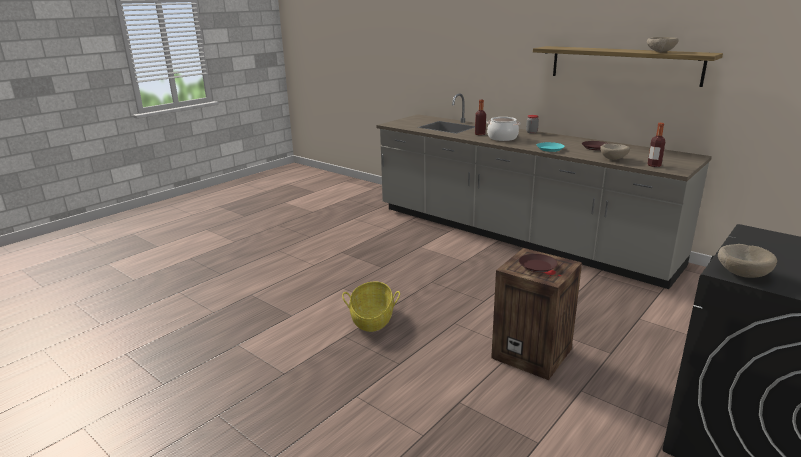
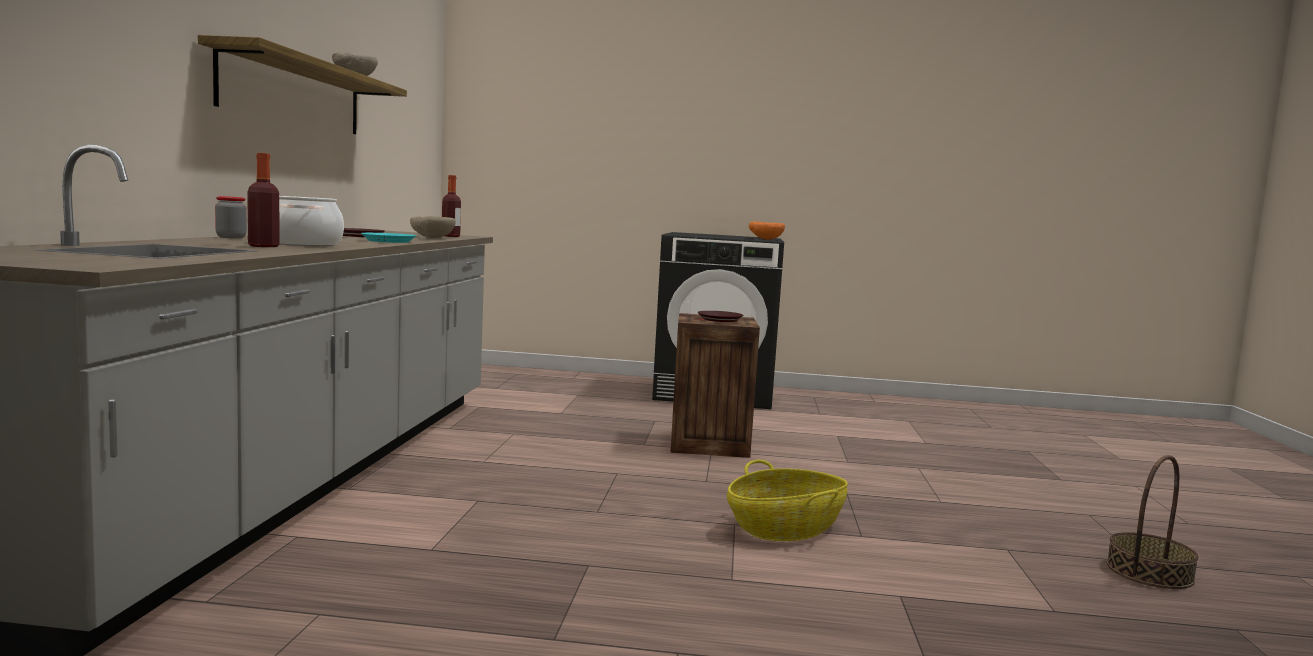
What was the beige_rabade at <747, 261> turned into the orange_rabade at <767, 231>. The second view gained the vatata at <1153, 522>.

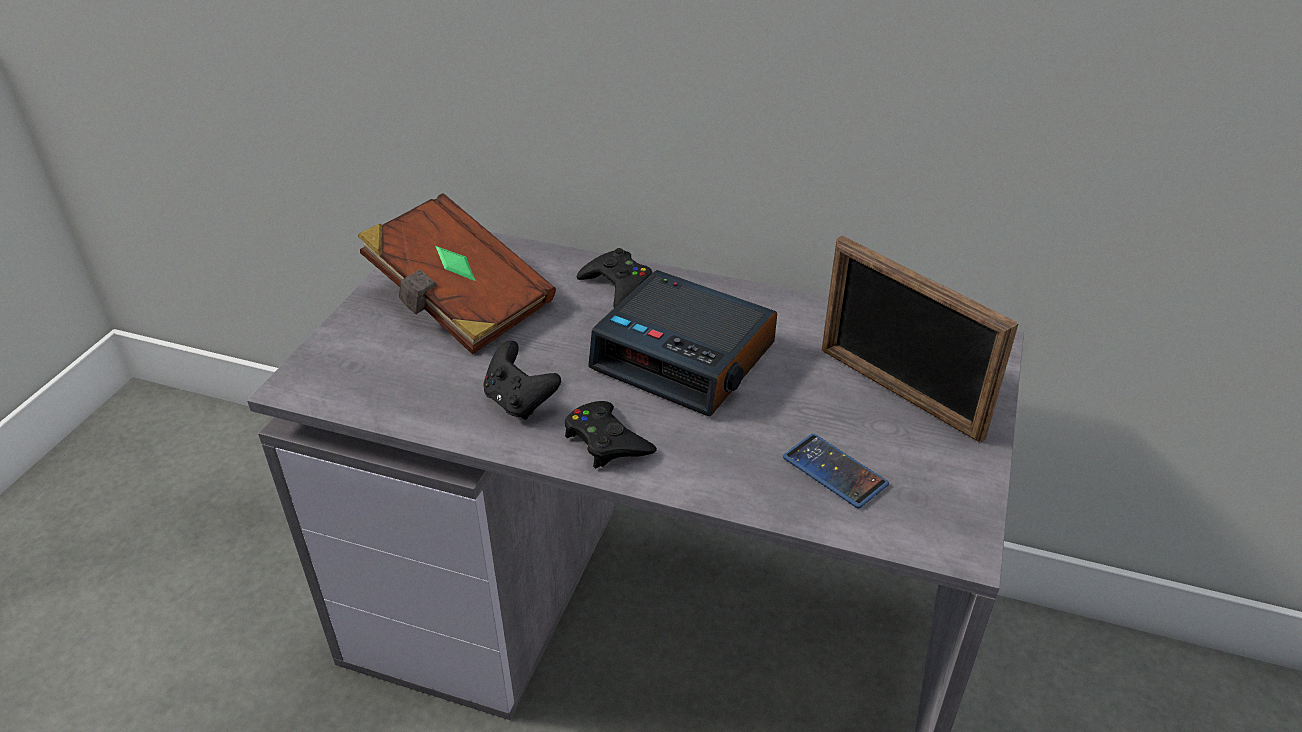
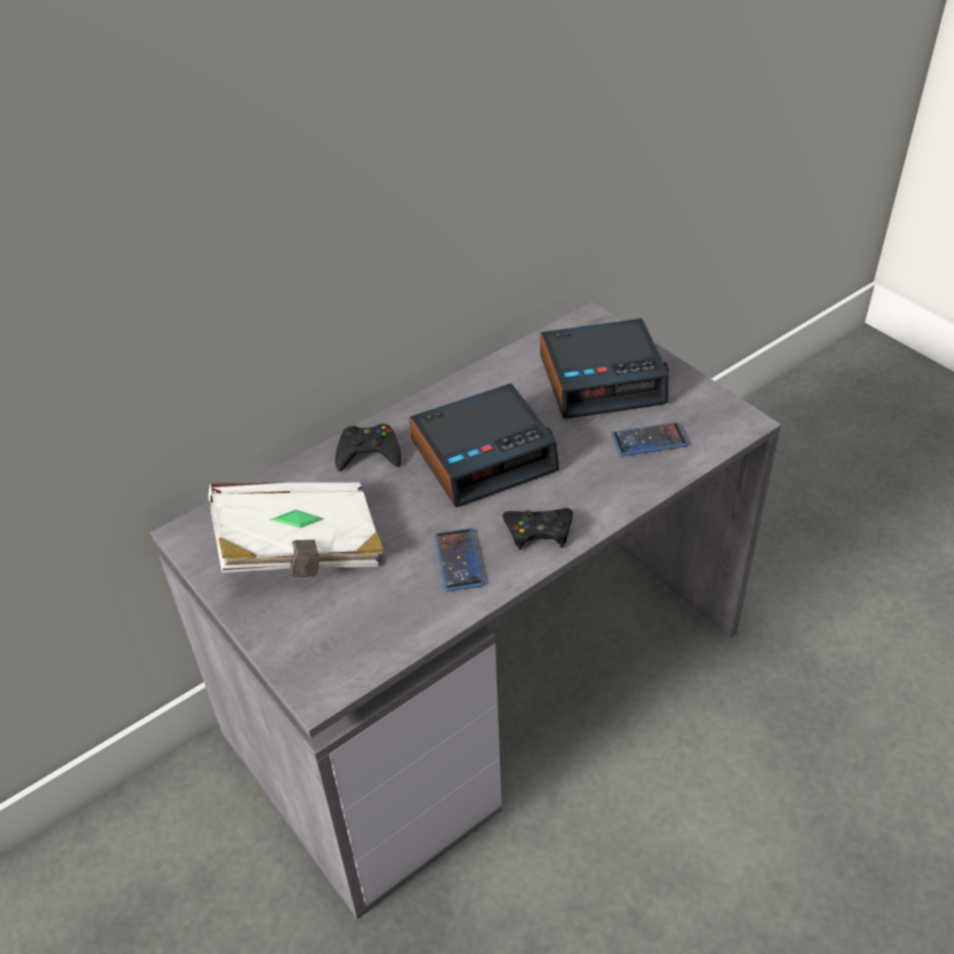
What was the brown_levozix at <457, 273> turned into the white_levozix at <297, 529>. Where the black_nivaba stood at <522, 380>, the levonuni came to stand at <459, 560>. Where the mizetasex stood at <920, 339>, the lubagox came to stand at <604, 368>.

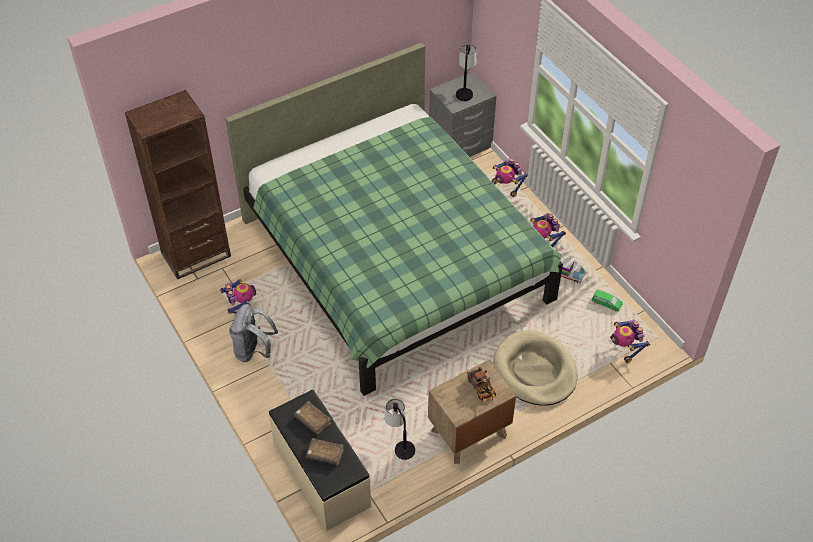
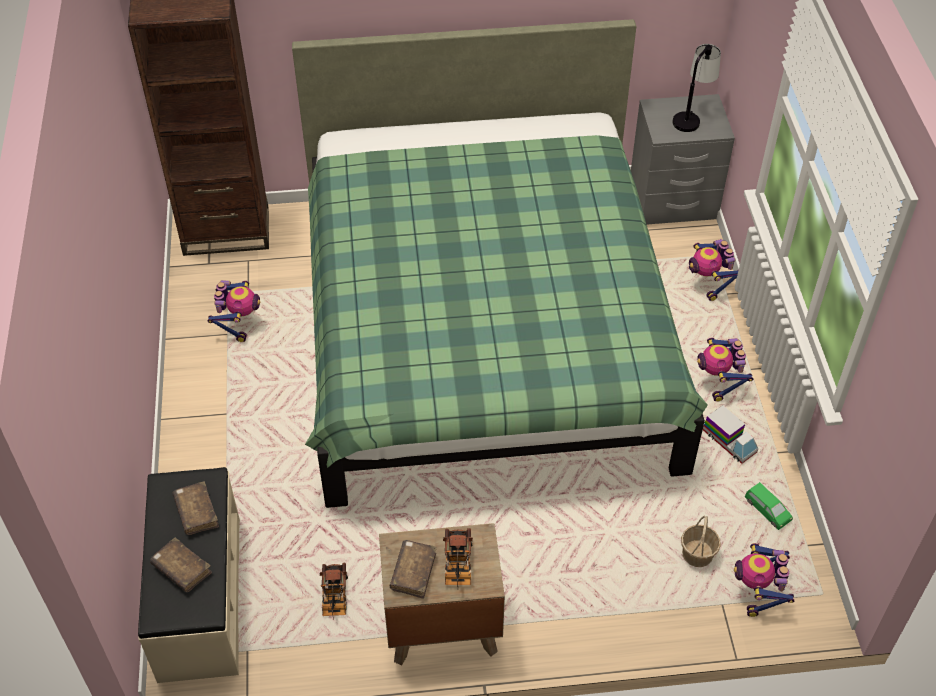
The second view lost the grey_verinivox at <253, 333>. Where the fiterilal stood at <400, 429>, the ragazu came to stand at <334, 591>. The second view lost the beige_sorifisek at <535, 368>. The second view gained the brown_levozix at <413, 569>. The second view gained the vatata at <701, 541>.

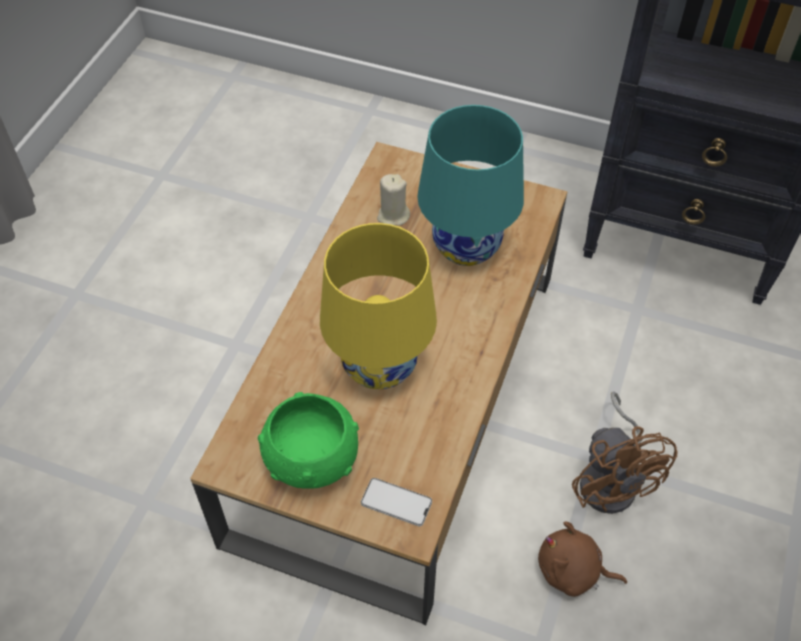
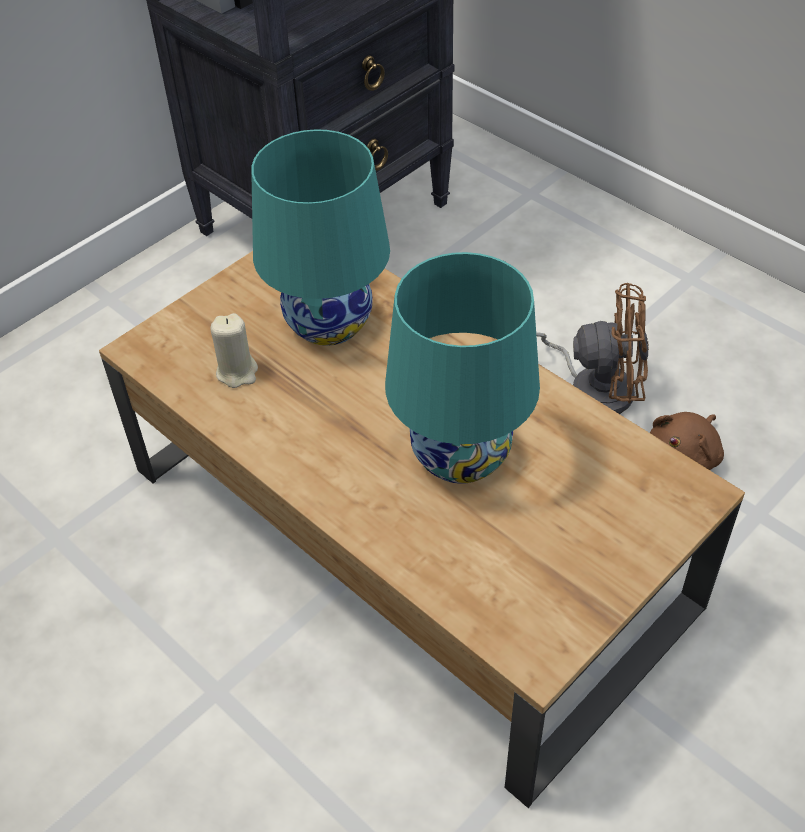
The second view lost the green_rabade at <308, 440>. What was the yellow_fiterilal at <378, 306> turned into the turquoise_fiterilal at <462, 368>. The second view lost the levonuni at <396, 502>.

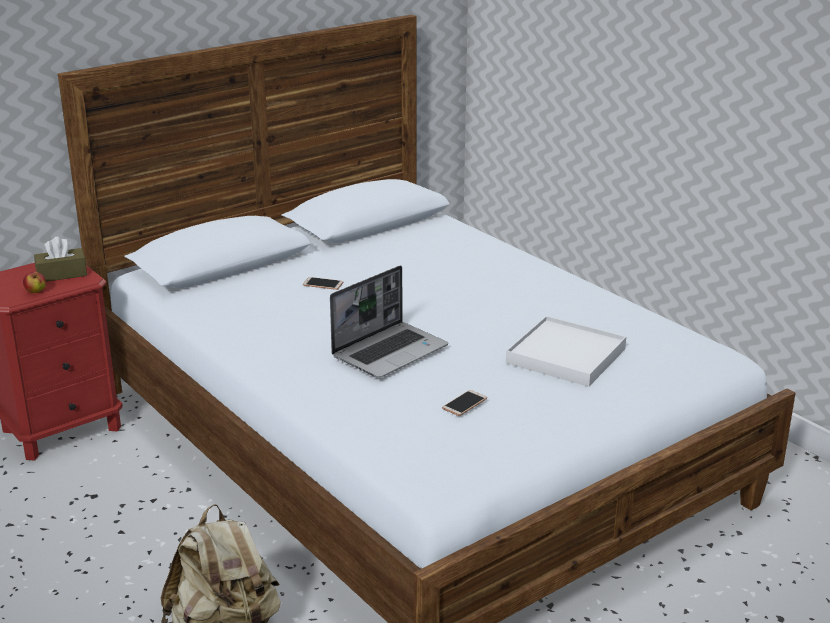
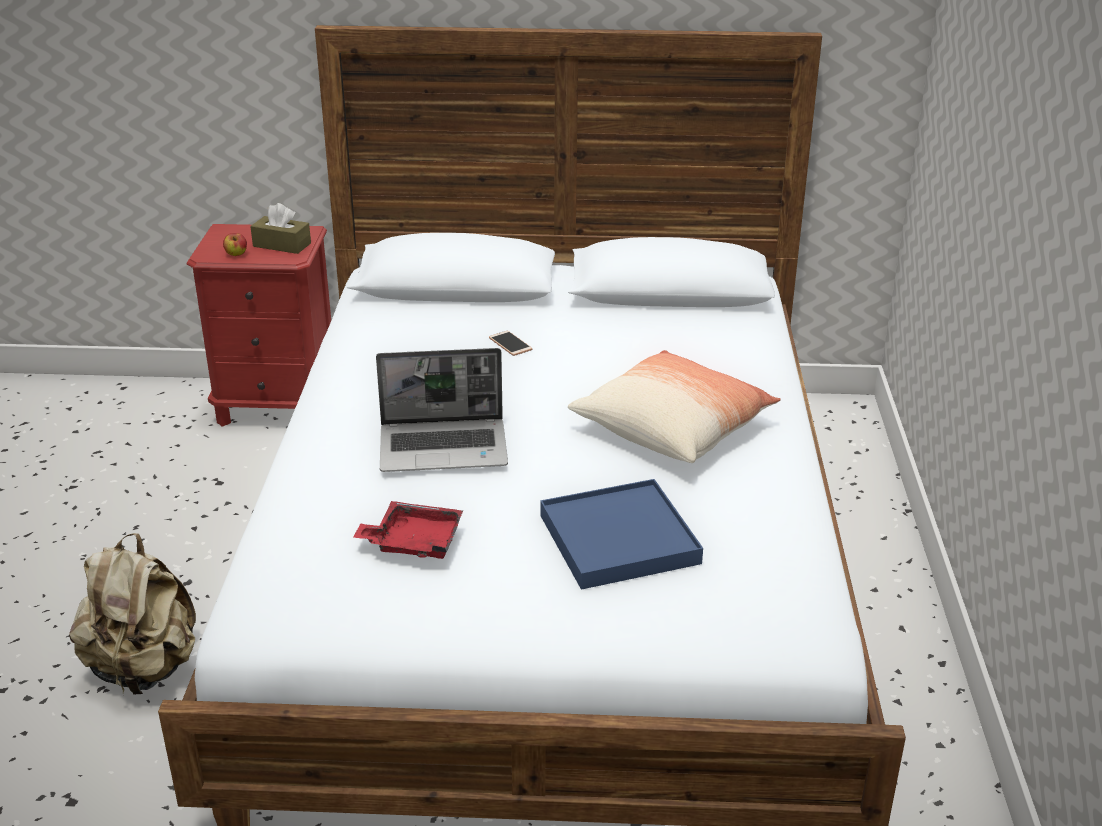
Where the levonuni stood at <464, 403>, the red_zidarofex came to stand at <408, 530>. What was the white_zidarofex at <566, 351> turned into the blue_zidarofex at <621, 534>. The second view gained the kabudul at <674, 406>.

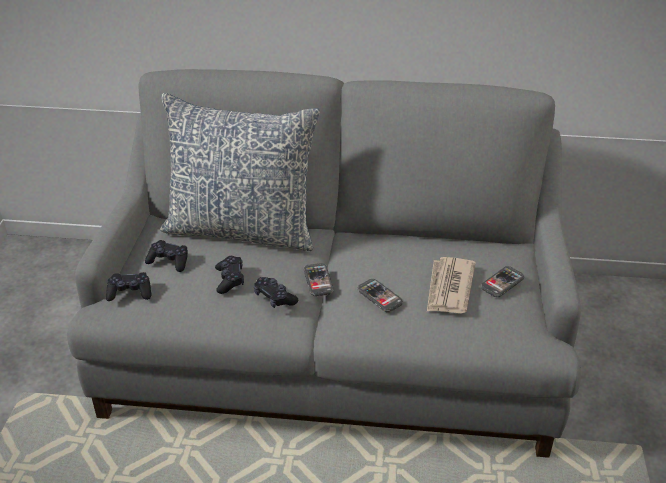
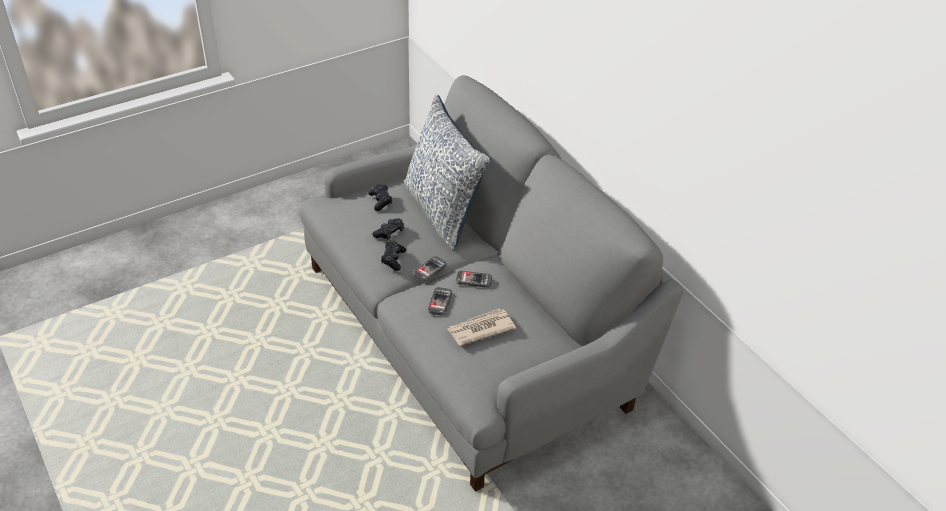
The second view lost the black_nivaba at <128, 286>. The levonuni ended up elsewhere, having gone from <502, 281> to <474, 279>.

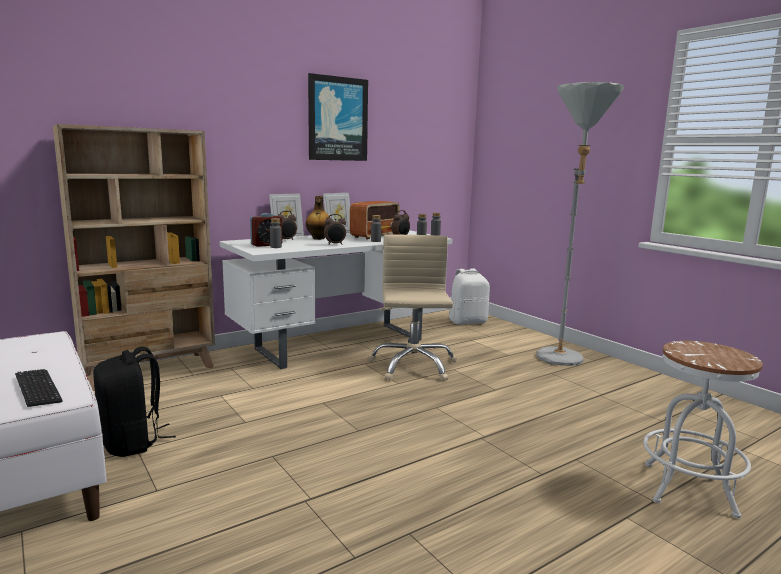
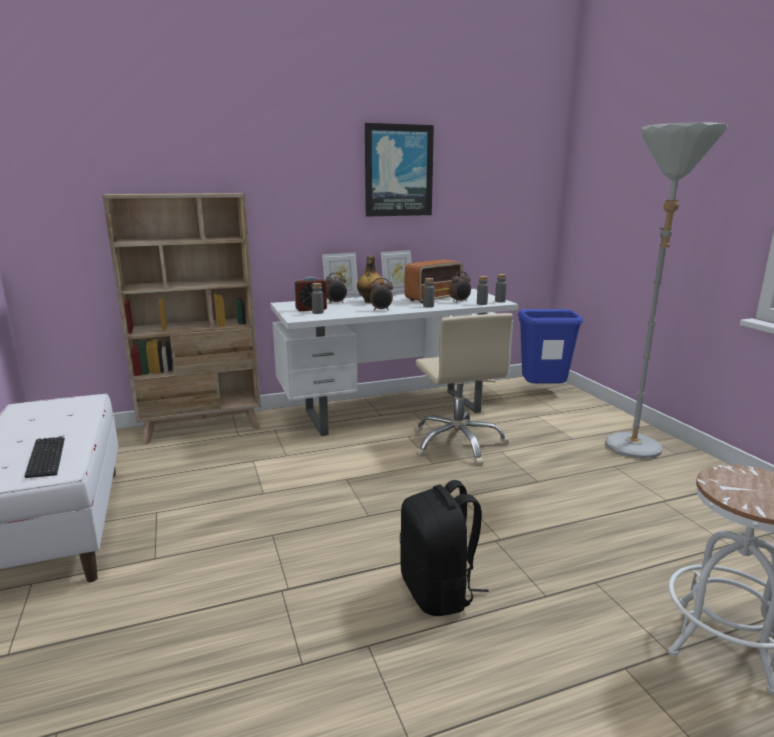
The black_verinivox ended up elsewhere, having gone from <134, 402> to <444, 548>. The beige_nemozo at <412, 308> ended up facing another way, 150 degrees clockwise from before. Where the white_verinivox stood at <469, 296>, the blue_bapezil came to stand at <550, 346>.

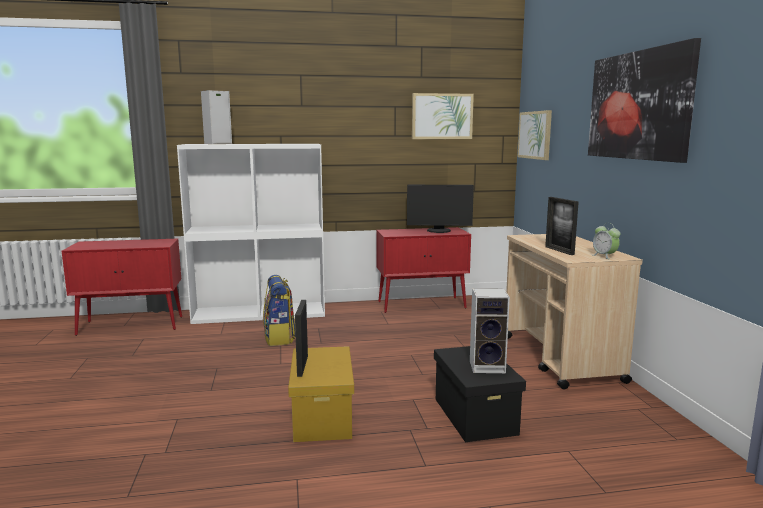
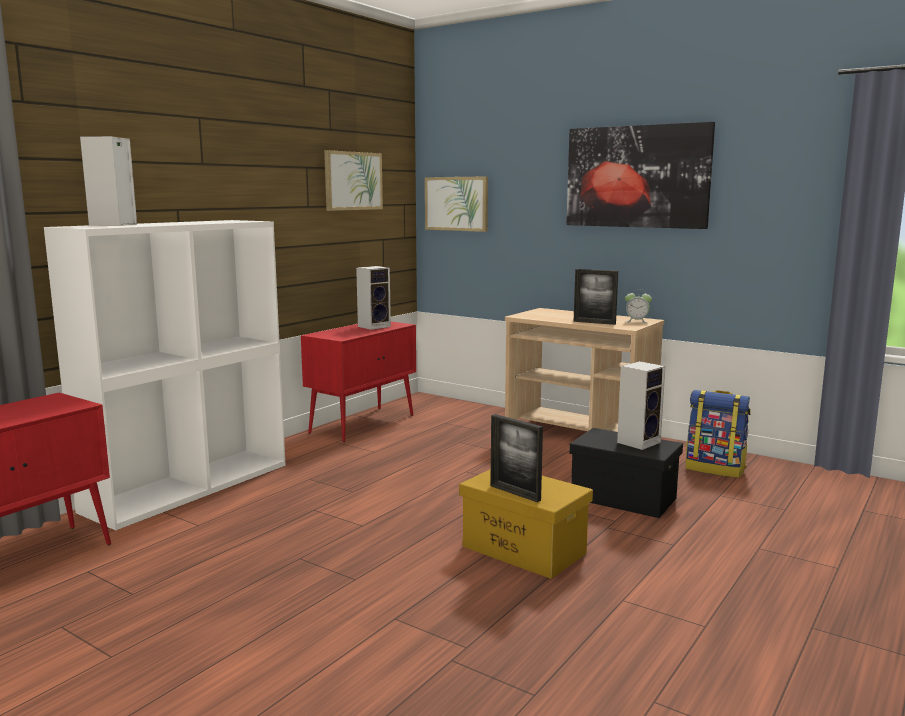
The verinivox ended up elsewhere, having gone from <279, 310> to <718, 434>. Where the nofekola stood at <440, 209>, the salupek came to stand at <373, 298>.

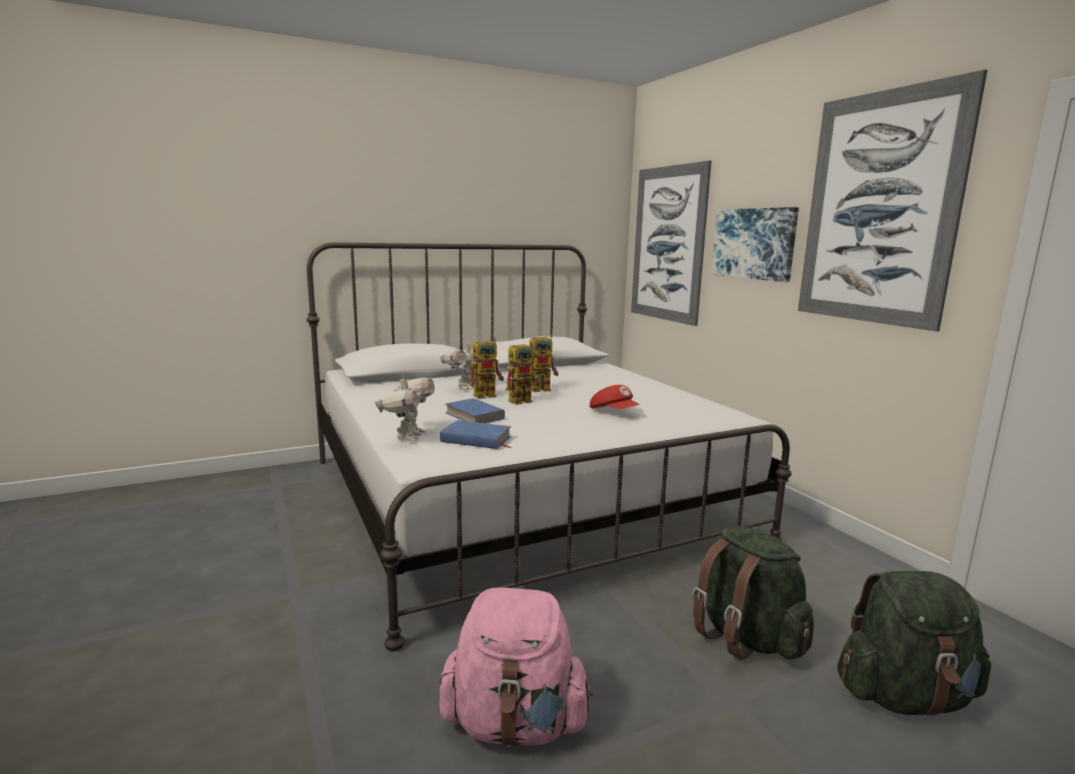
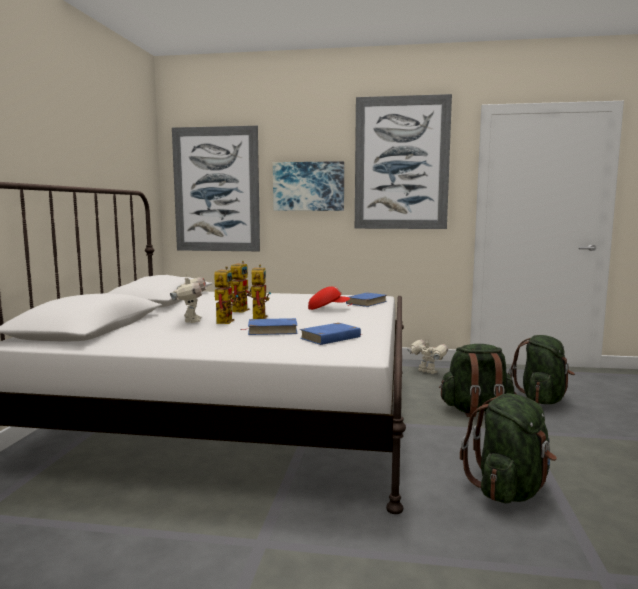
The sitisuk ended up elsewhere, having gone from <405, 407> to <428, 356>. What was the pink_verinivox at <517, 667> turned into the green_verinivox at <508, 448>. The second view gained the blue_levozix at <366, 300>.

